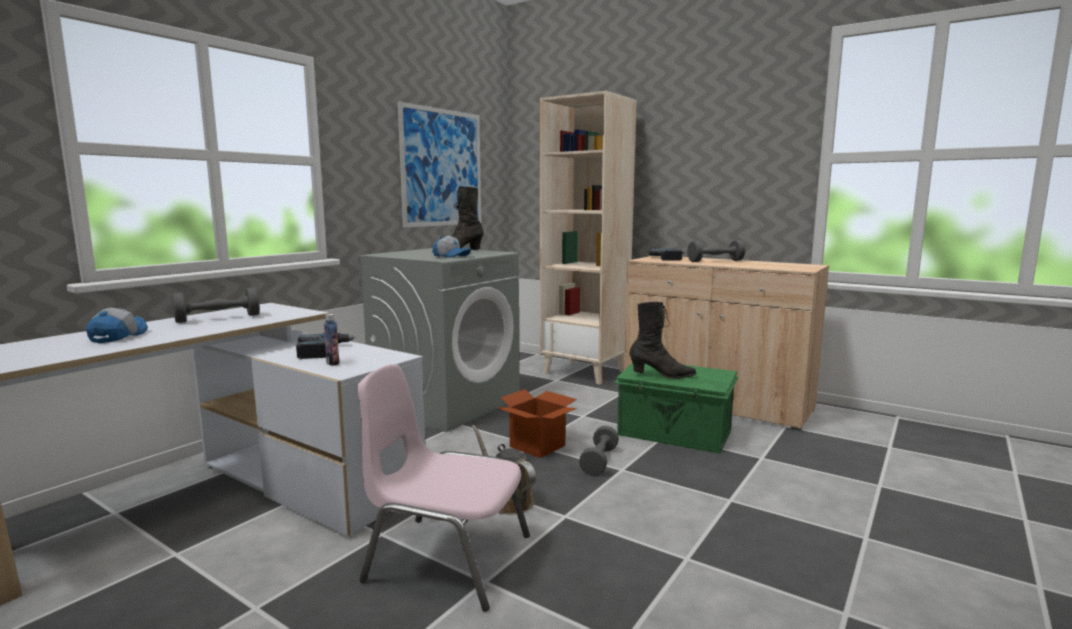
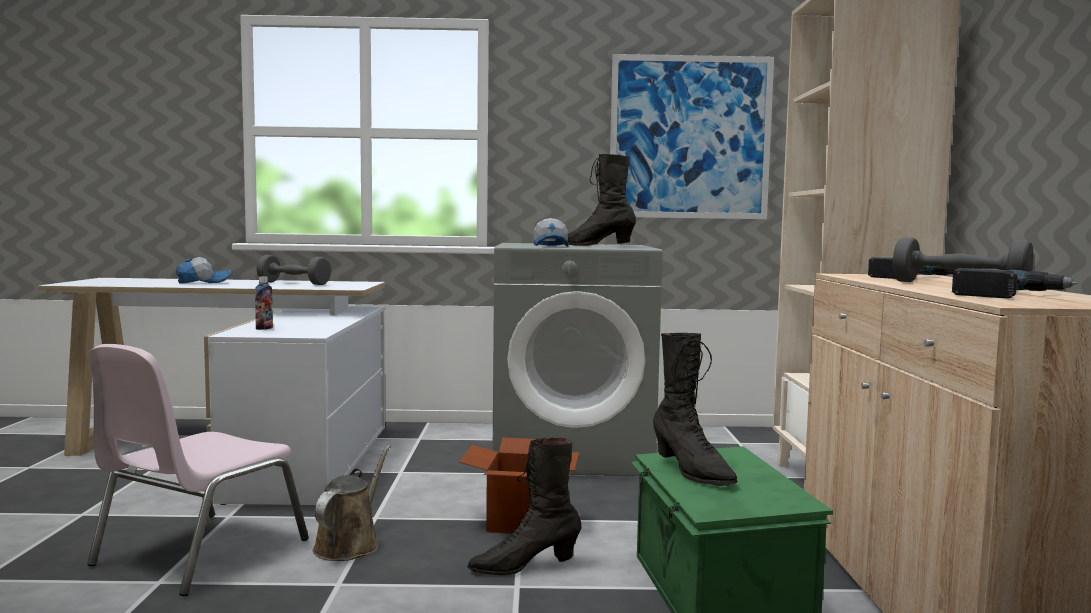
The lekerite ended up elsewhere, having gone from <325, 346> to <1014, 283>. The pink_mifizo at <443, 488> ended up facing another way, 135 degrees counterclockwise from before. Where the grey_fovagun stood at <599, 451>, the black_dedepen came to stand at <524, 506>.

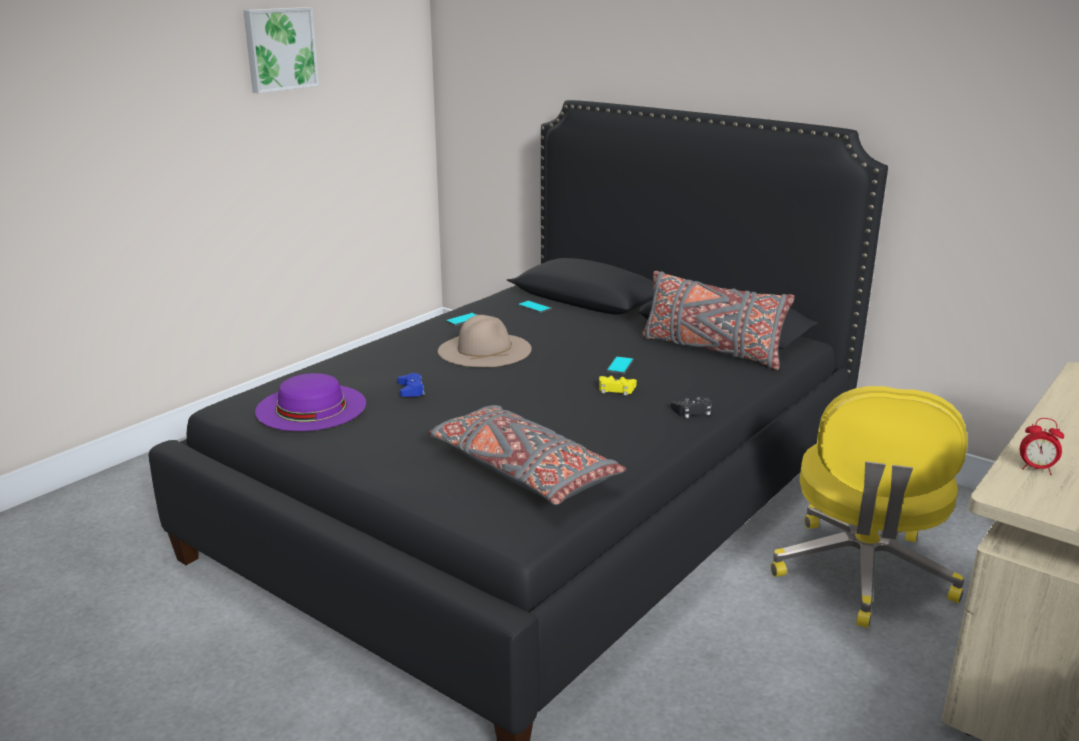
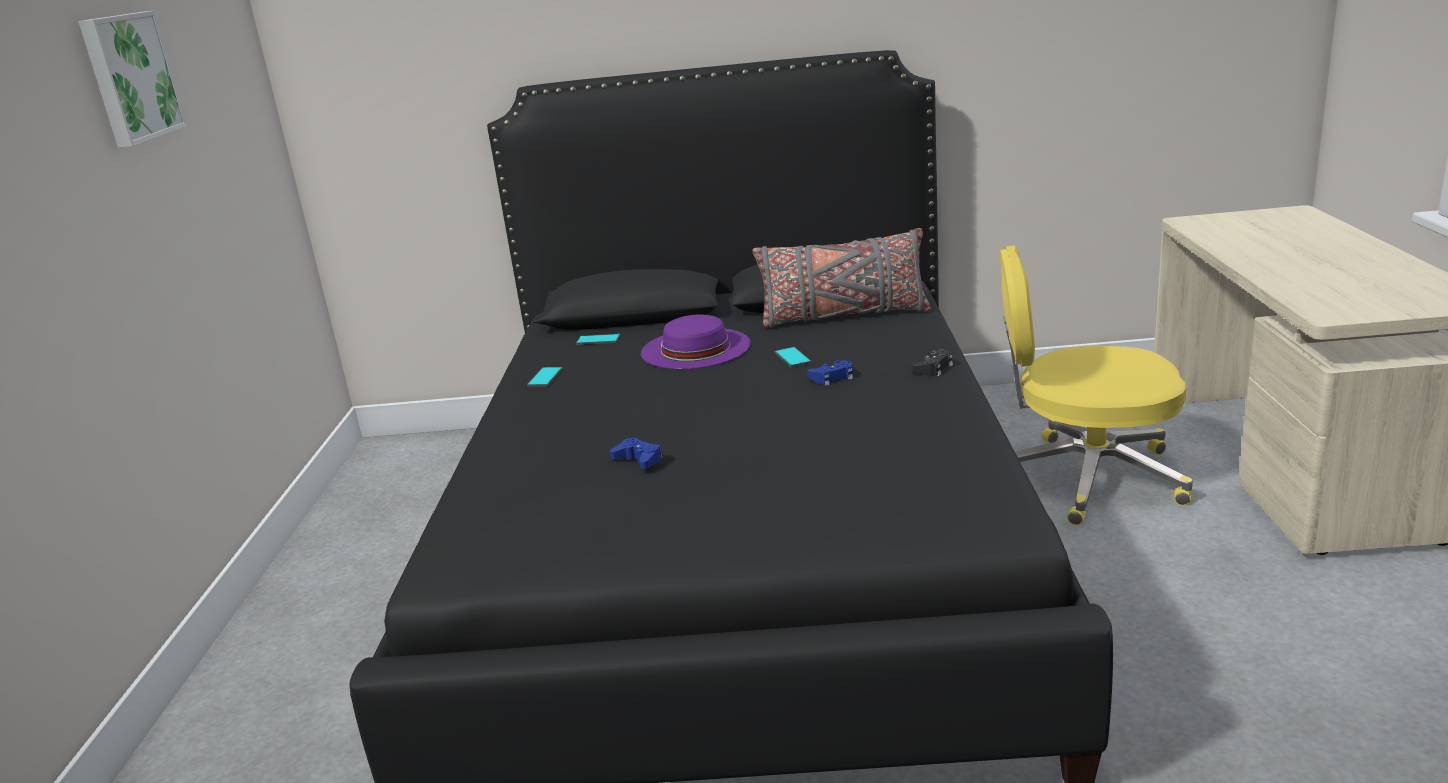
The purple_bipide ended up elsewhere, having gone from <310, 402> to <696, 341>. The second view lost the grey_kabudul at <527, 455>. The second view lost the beige_bipide at <485, 341>. What was the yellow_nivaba at <618, 386> turned into the blue_nivaba at <830, 373>. The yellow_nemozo at <869, 507> ended up facing another way, 120 degrees clockwise from before. The second view lost the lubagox at <1042, 446>.

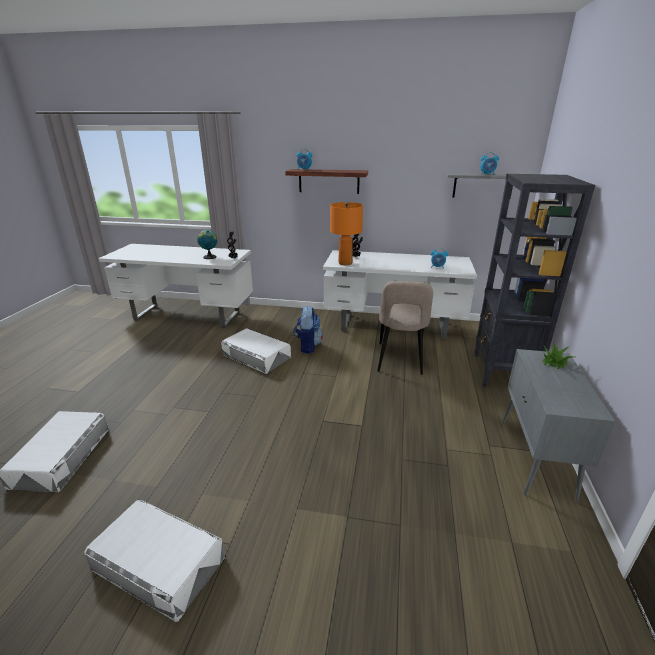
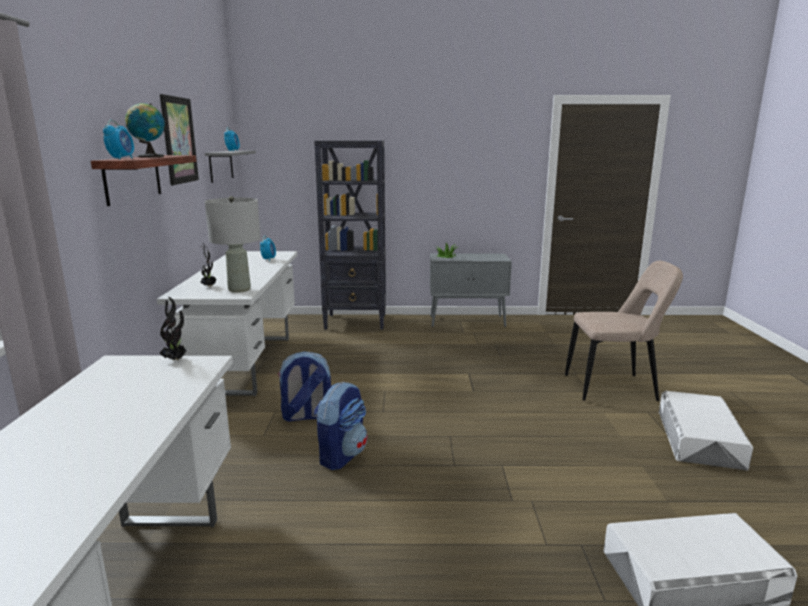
The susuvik ended up elsewhere, having gone from <207, 244> to <145, 130>. Where the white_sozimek stood at <256, 351>, the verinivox came to stand at <340, 426>. What was the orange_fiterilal at <346, 233> turned into the grey_fiterilal at <233, 244>. The beige_mifizo ended up elsewhere, having gone from <405, 328> to <624, 331>. The second view gained the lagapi at <179, 139>.

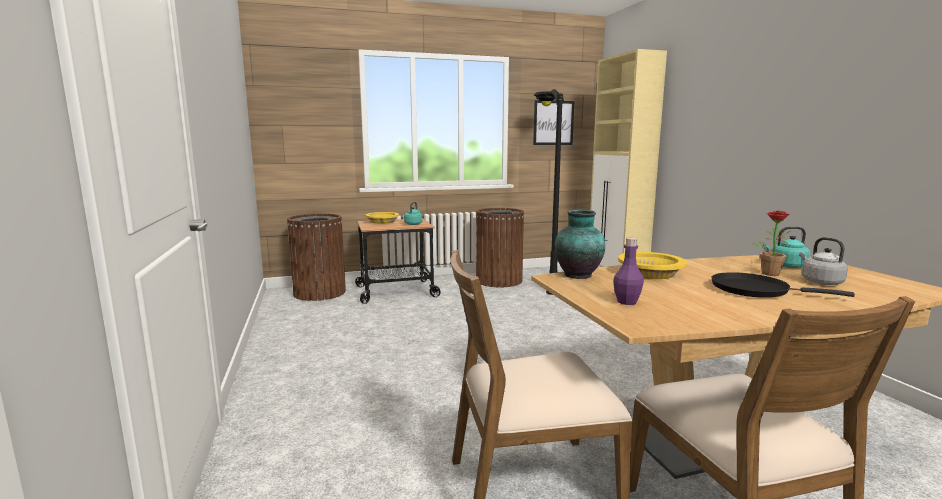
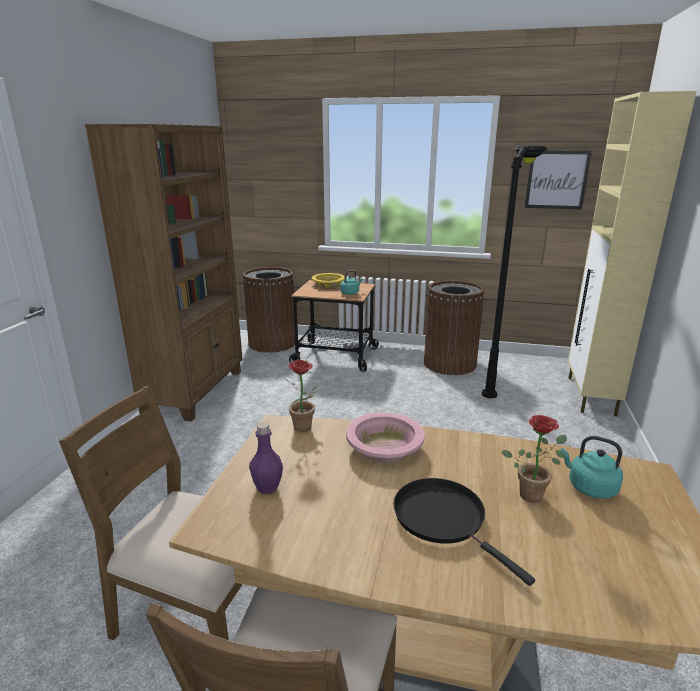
Where the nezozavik stood at <580, 244>, the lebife came to stand at <301, 396>. What was the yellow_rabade at <652, 265> turned into the pink_rabade at <385, 437>. The second view lost the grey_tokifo at <823, 261>. The second view gained the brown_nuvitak at <164, 273>.

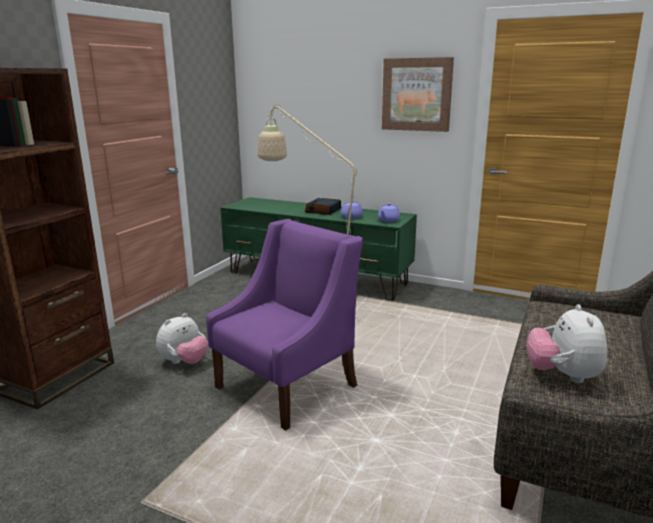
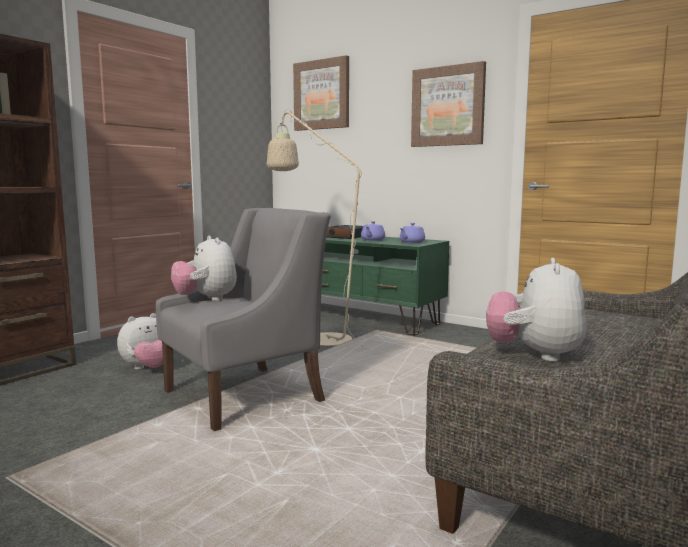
What was the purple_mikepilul at <284, 325> turned into the grey_mikepilul at <243, 319>. The second view gained the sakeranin at <204, 268>. The second view gained the lagapi at <321, 93>.

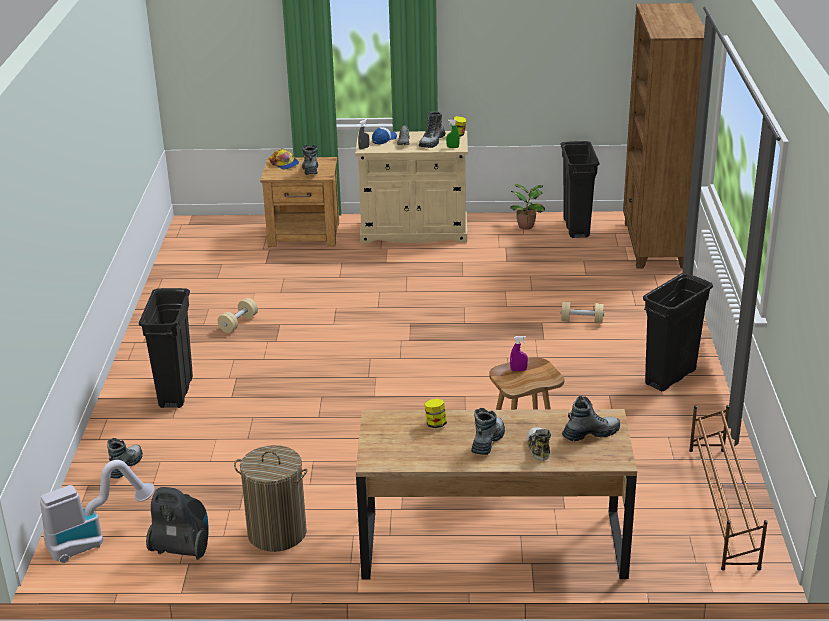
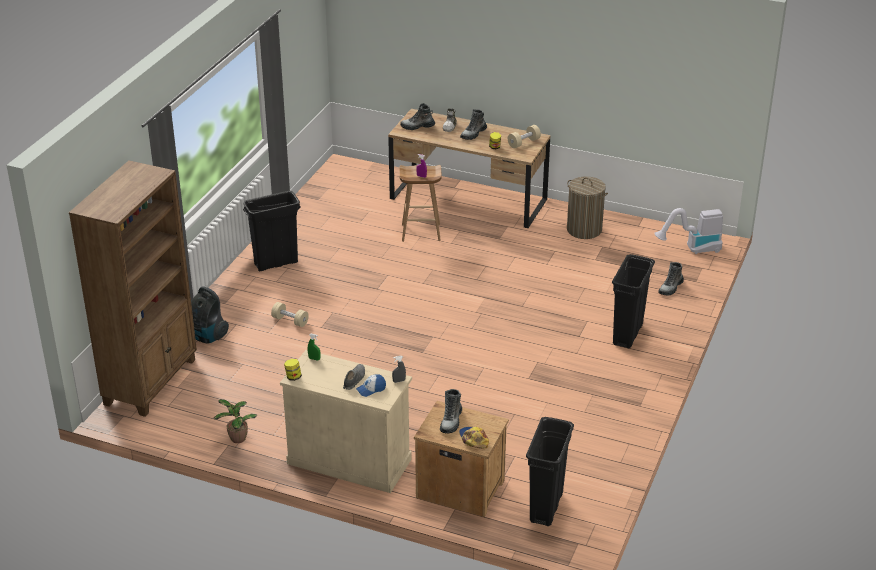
The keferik ended up elsewhere, having gone from <177, 523> to <210, 315>. The beige_fovagun ended up elsewhere, having gone from <237, 315> to <524, 136>. The second view lost the dedepen at <432, 130>. The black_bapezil ended up elsewhere, having gone from <579, 189> to <550, 471>. The second view lost the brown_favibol at <728, 488>.

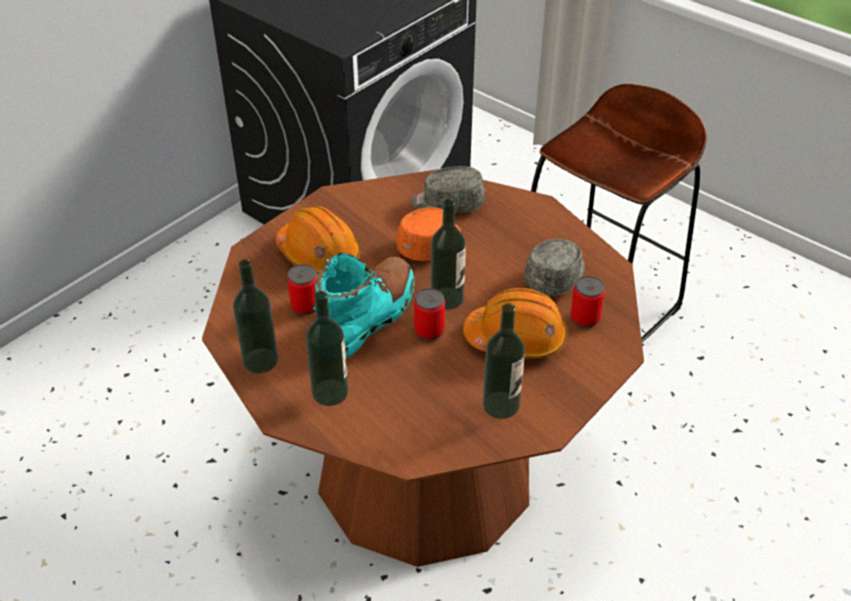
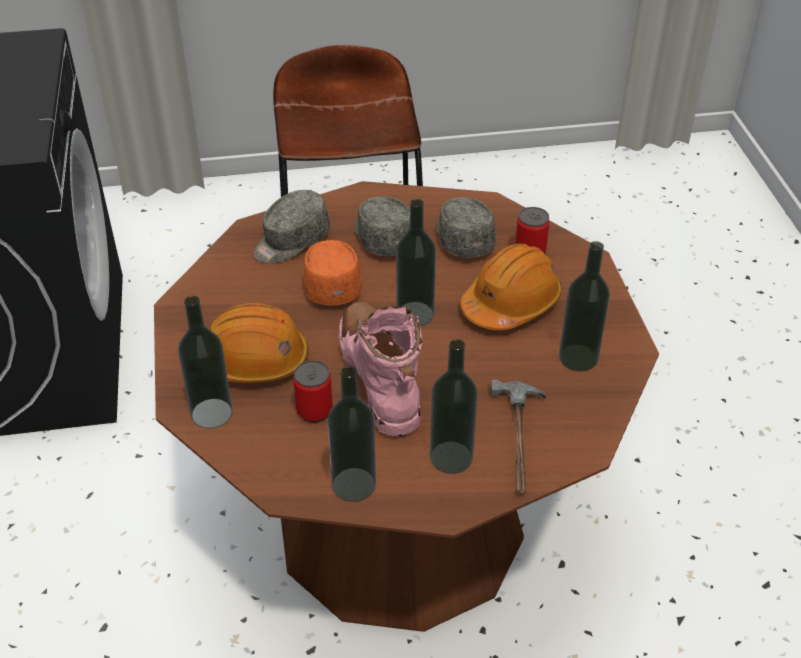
What was the turquoise_dedepen at <364, 305> turned into the pink_dedepen at <380, 369>. The second view lost the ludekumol at <429, 314>. The second view gained the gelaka at <205, 362>. The second view gained the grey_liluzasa at <382, 226>. The second view gained the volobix at <518, 436>.

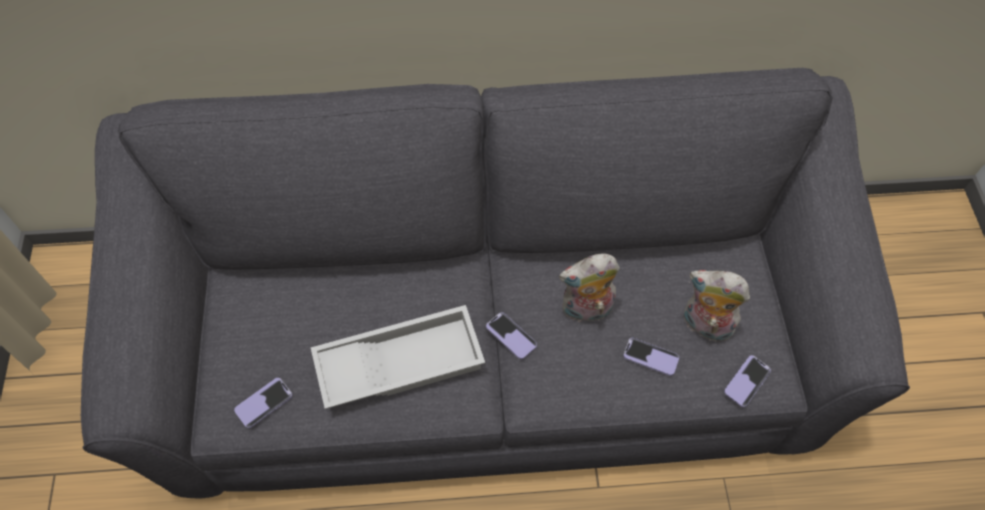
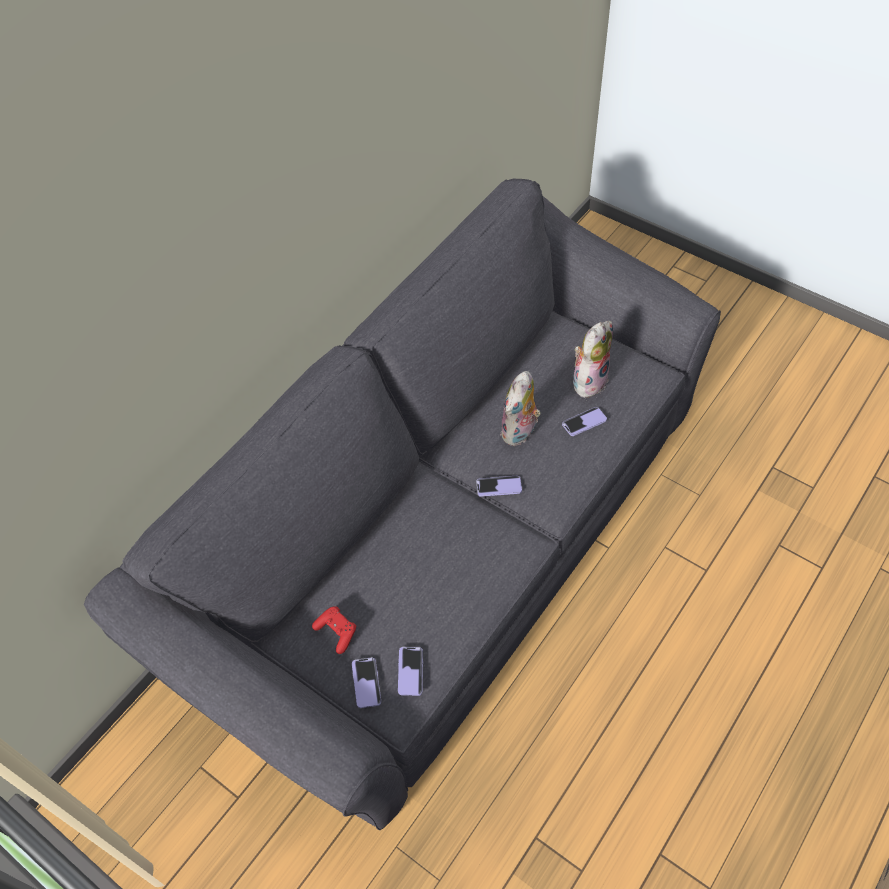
The second view lost the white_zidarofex at <398, 357>. The sakeranin at <717, 306> ended up facing another way, 150 degrees clockwise from before. The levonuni ended up elsewhere, having gone from <747, 381> to <366, 682>. The second view gained the red_nivaba at <334, 630>.

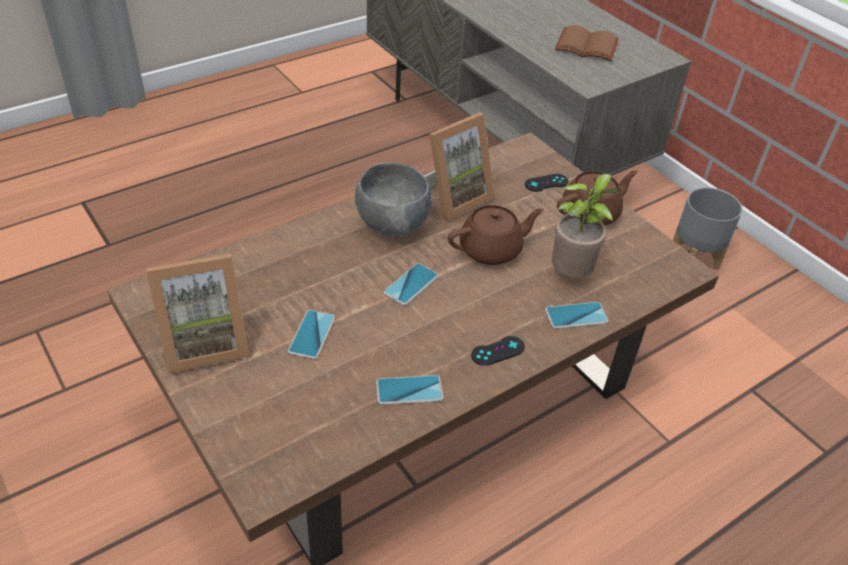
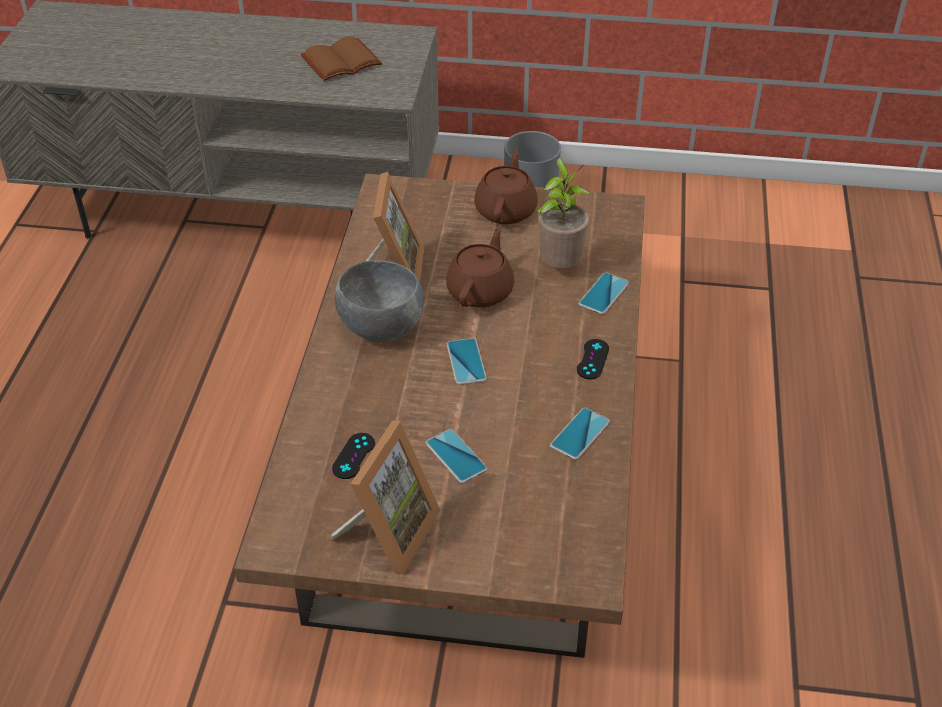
The black_nivaba ended up elsewhere, having gone from <546, 183> to <353, 456>.

